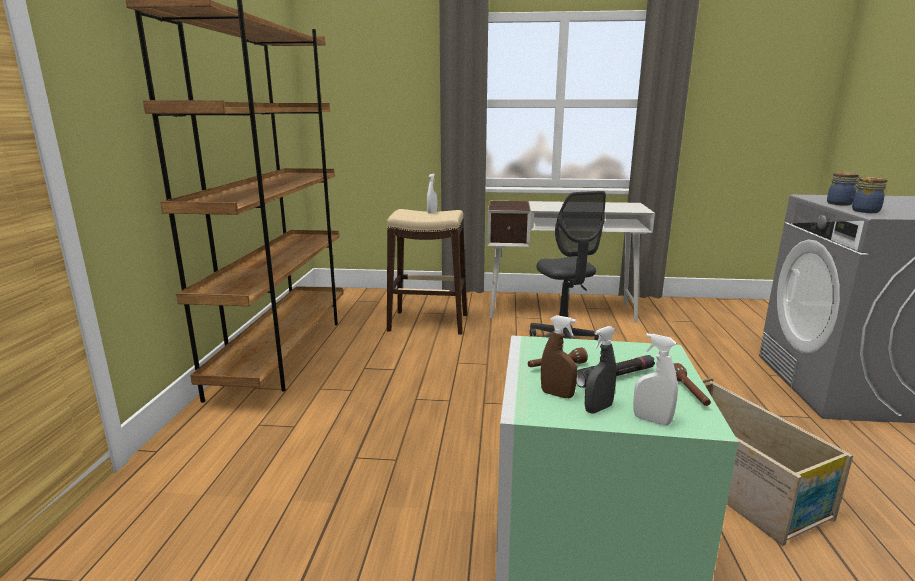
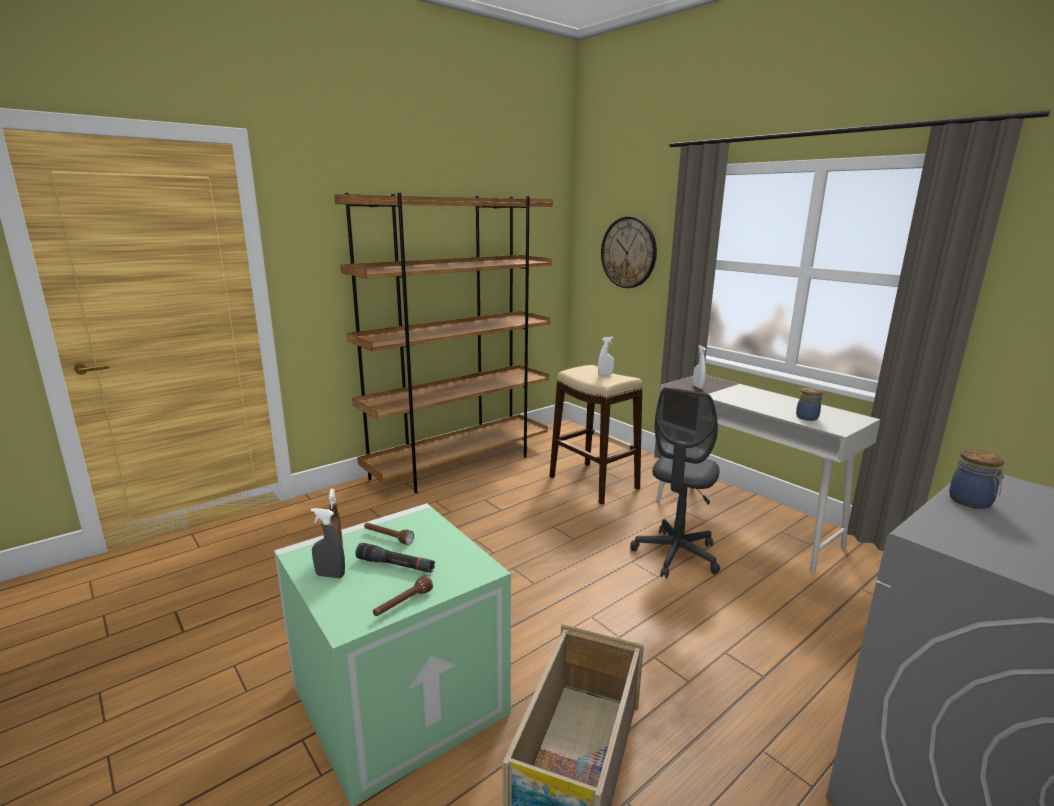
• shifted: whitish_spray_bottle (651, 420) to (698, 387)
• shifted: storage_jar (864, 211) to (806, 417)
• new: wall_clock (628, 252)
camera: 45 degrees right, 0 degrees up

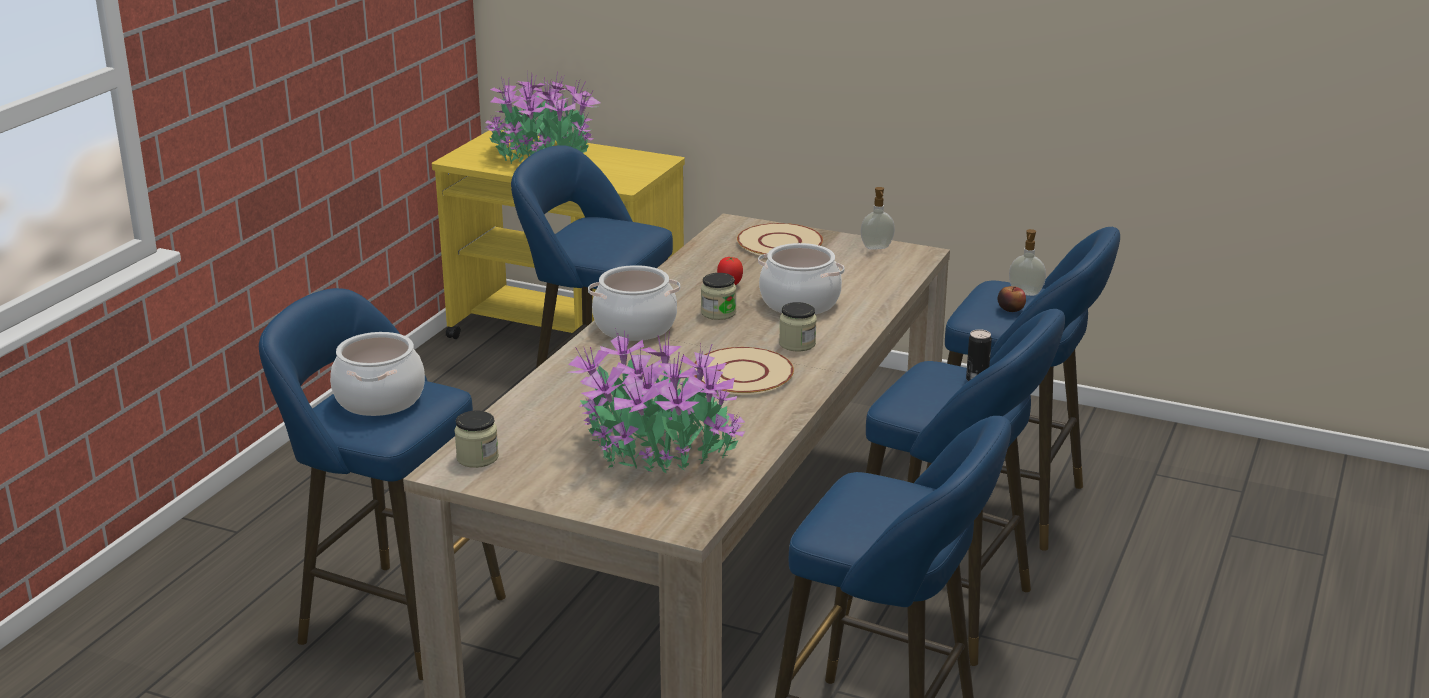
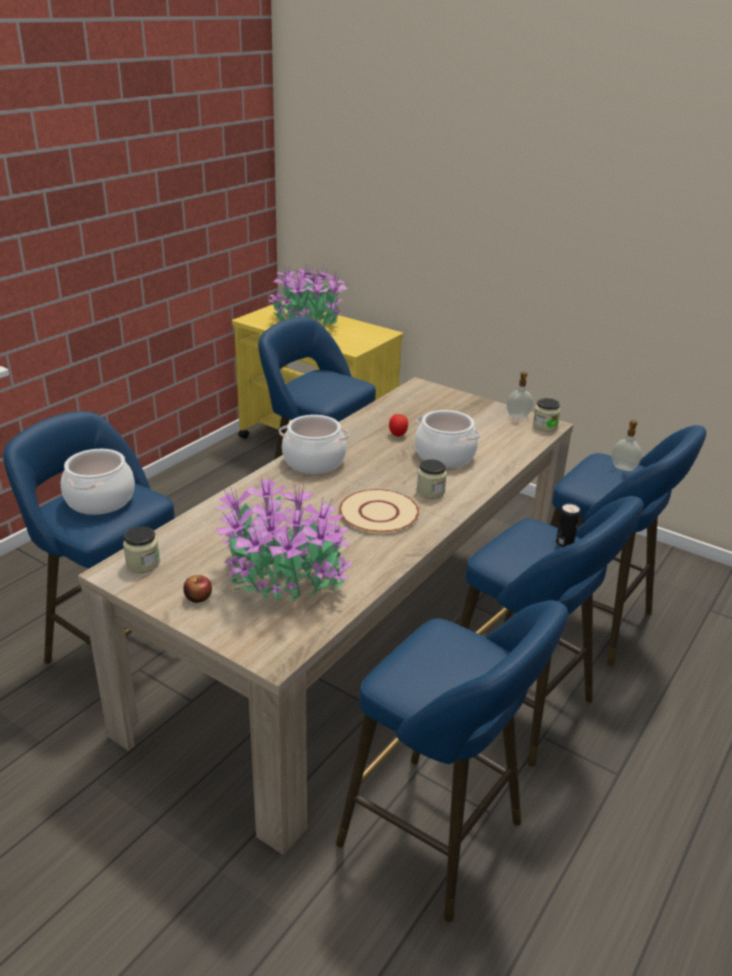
• shifted: storage_jar (718, 313) to (545, 426)
• gone: beige_flat_dish (779, 243)
• shifted: apple_fruit (1011, 309) to (198, 597)
camera: 10 degrees right, 5 degrees up

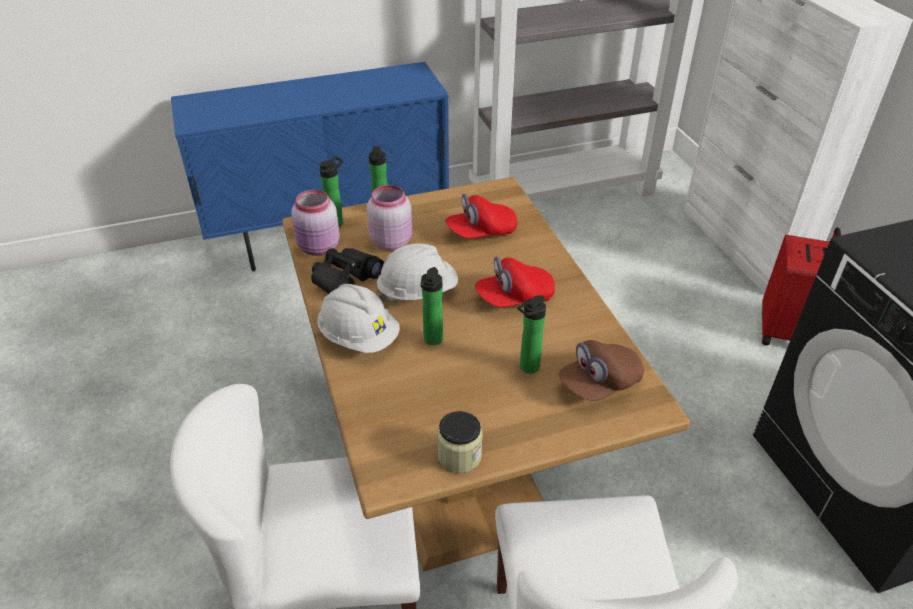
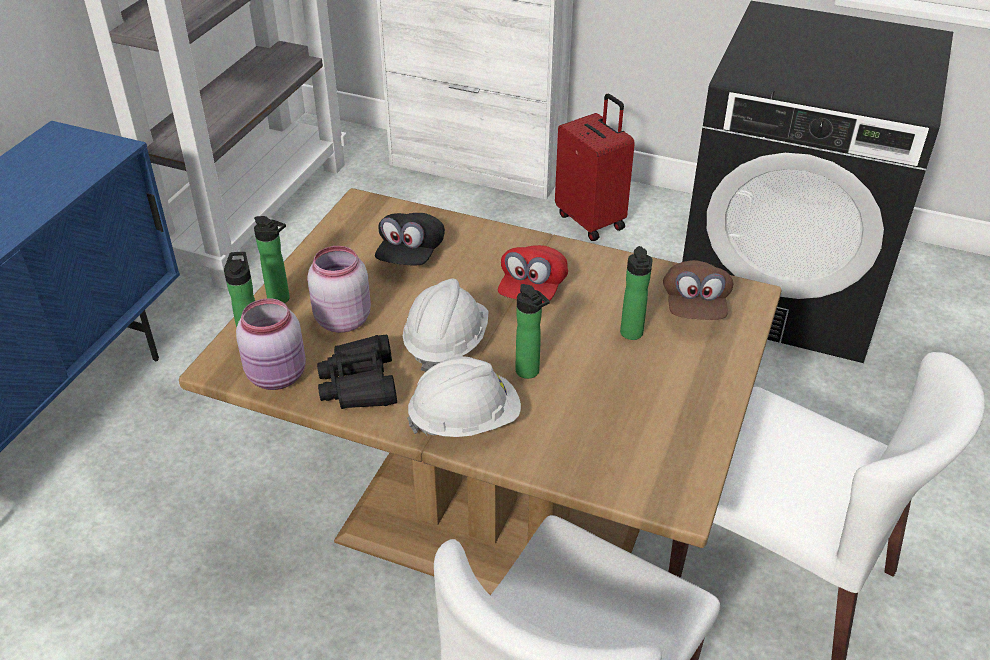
• gone: storage_jar (459, 456)
• repainted: reddish_baseball_cap (481, 232) to black_baseball_cap (410, 255)
camera: 50 degrees left, 0 degrees up

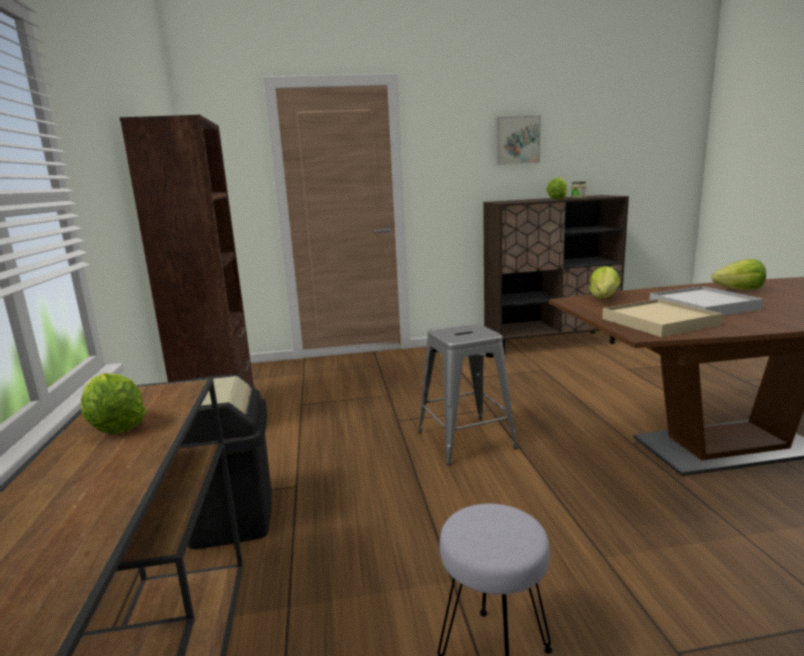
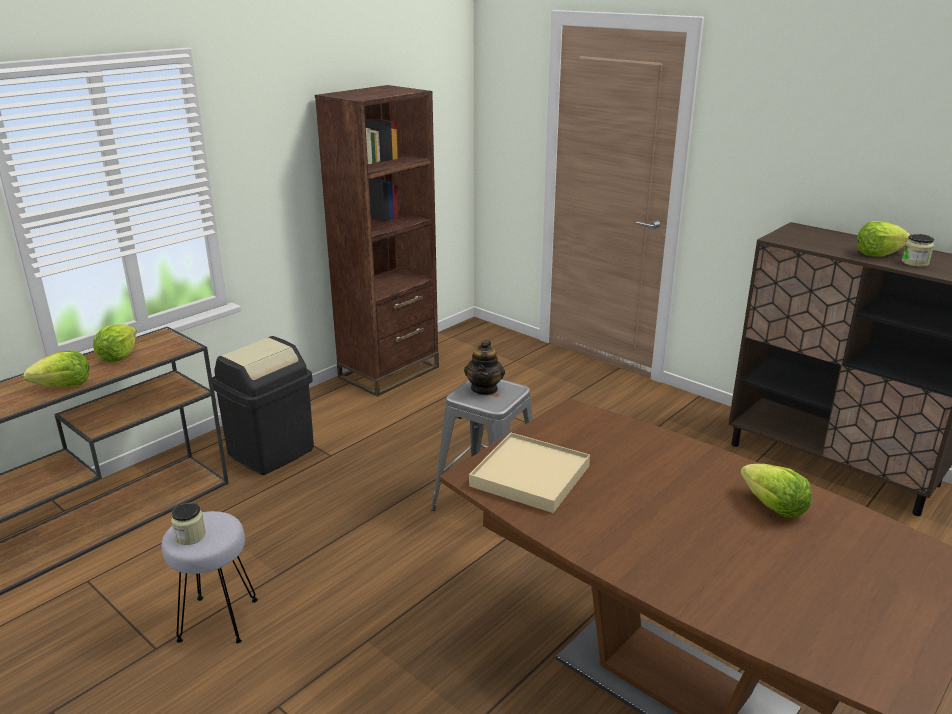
• gone: picture (517, 140)
• shifted: lettuce_head (603, 298) to (64, 386)
• gone: whitish_serving_tray (702, 306)
• new: storage_jar (190, 536)
• new: tea_pot (484, 389)
camera: 50 degrees right, 10 degrees up

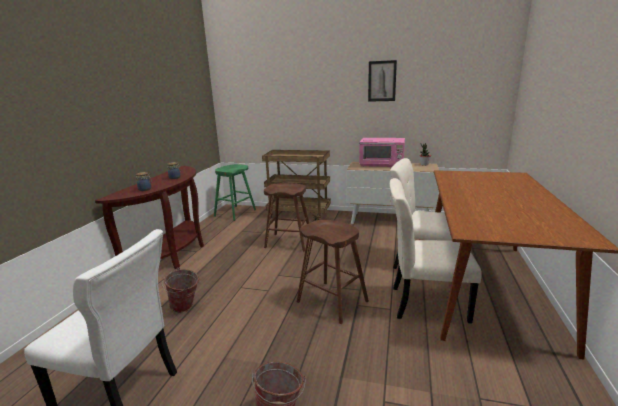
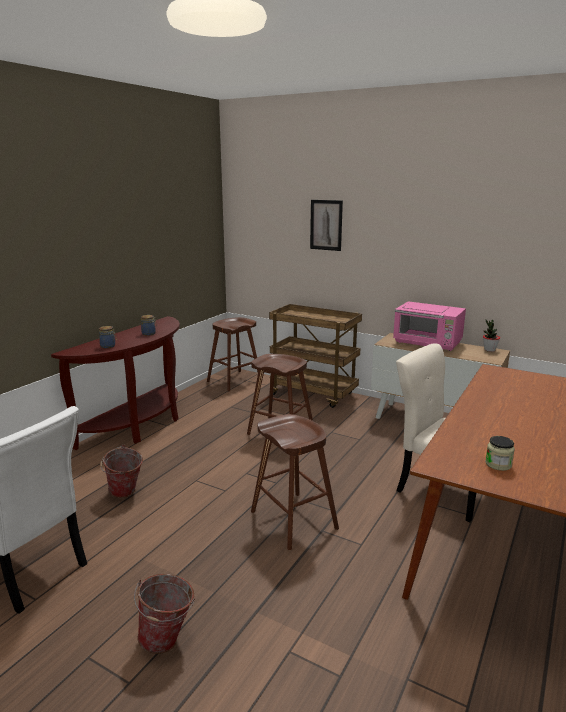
• repainted: green-coloured_stool_seat (235, 213) to brownish_stool_seat (234, 381)
• shifted: picture (382, 81) to (326, 225)
• gone: beige_chair (425, 303)
• new: storage_jar (498, 464)
camera: 15 degrees right, 0 degrees up

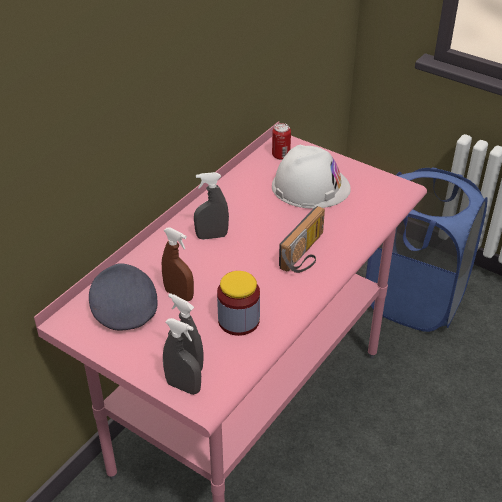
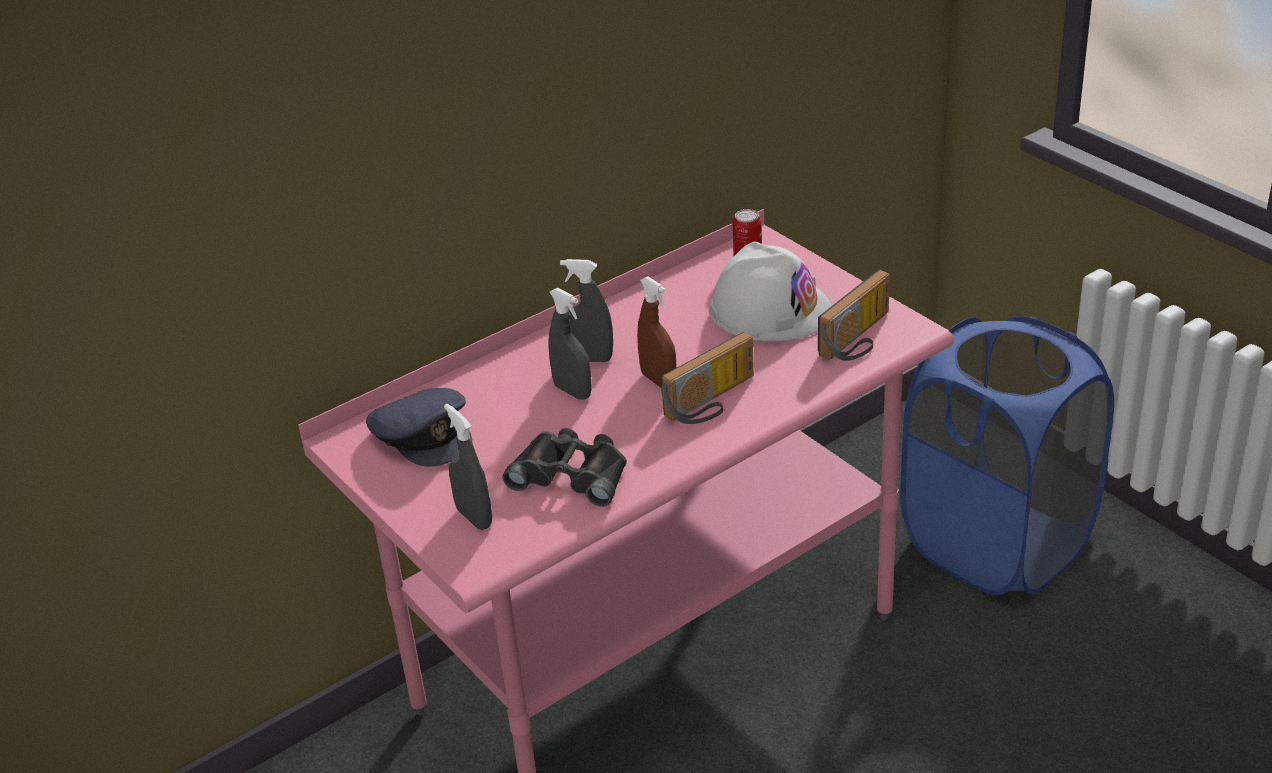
• rotated: grey_baseball_cap (124, 308) = (424, 435) 135 degrees clockwise
• shifted: brownish_spray_bottle (179, 294) to (658, 380)
• shifted: grey_spray_bottle (183, 387) to (572, 391)
• swapped: storage_jar (238, 320) to black_pair_of_binoculars (571, 474)
• new: radio_set (860, 339)
camera: 20 degrees right, 5 degrees down

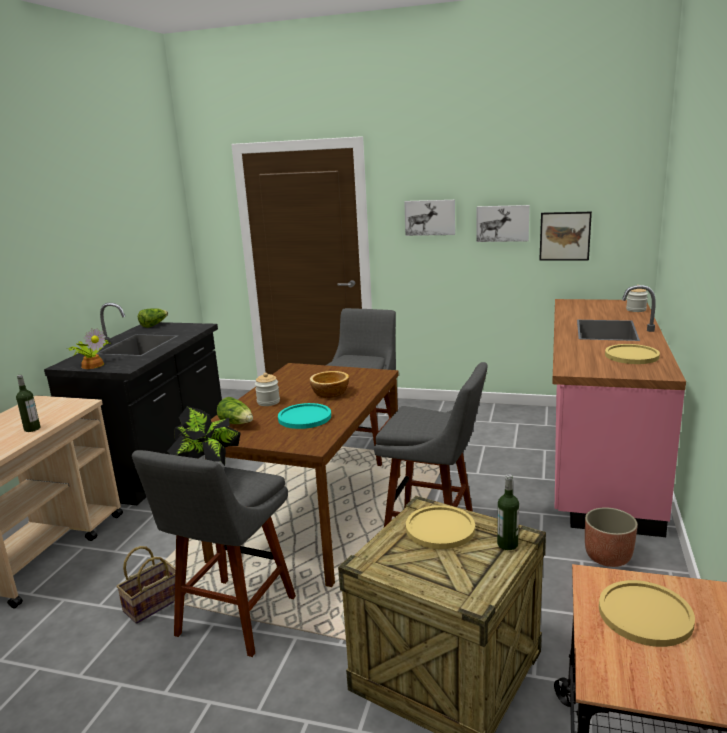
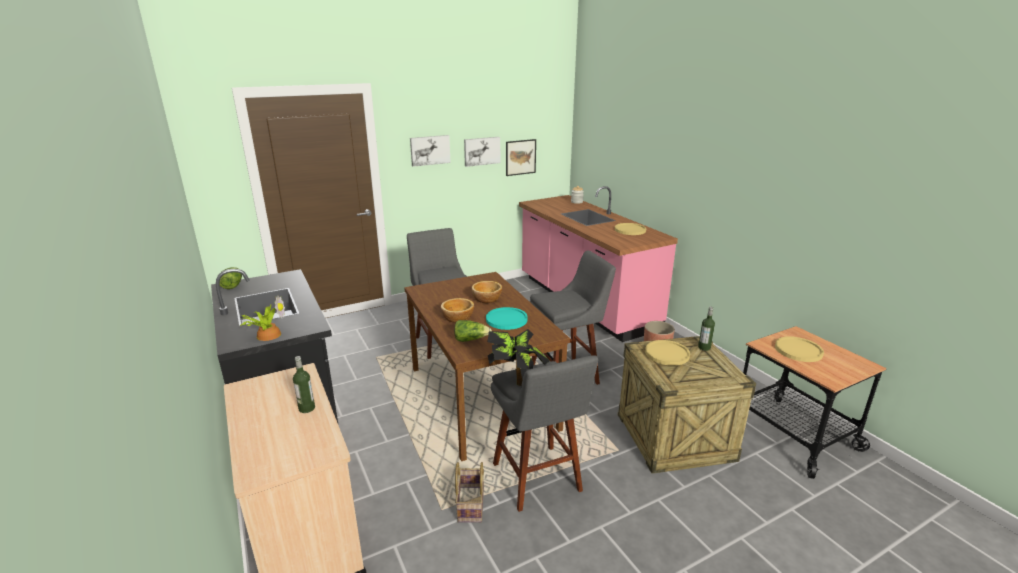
• swapped: storage_jar (268, 402) to deep_dish (457, 318)
camera: 45 degrees left, 5 degrees up

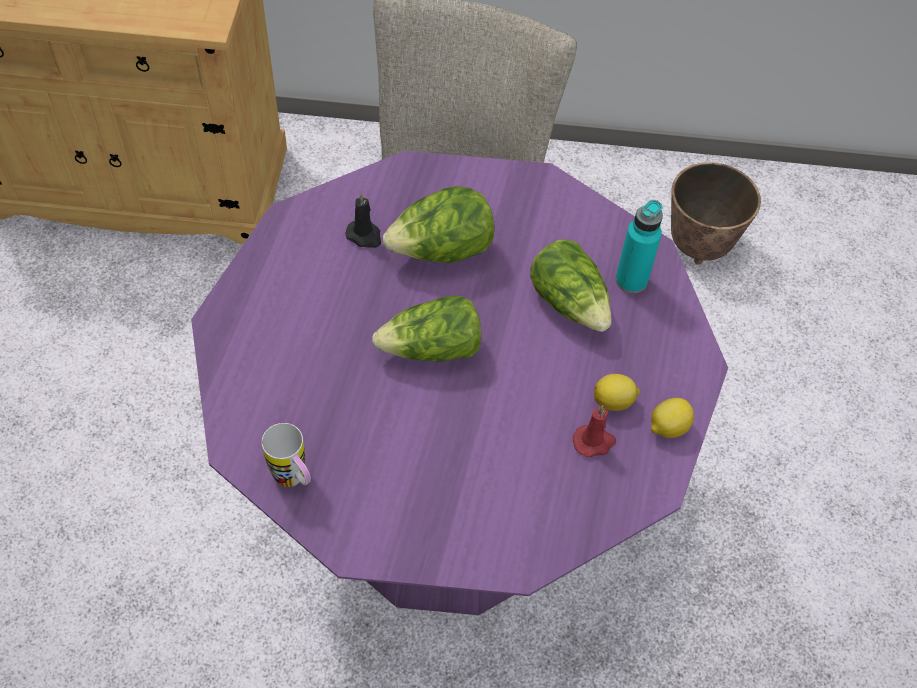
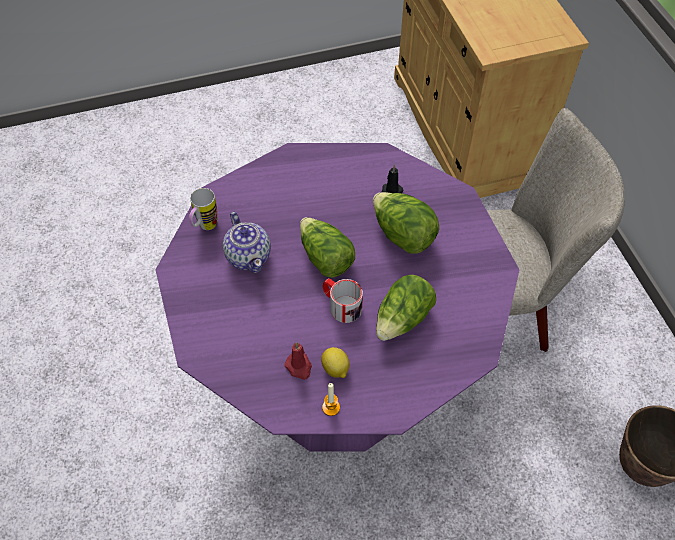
• gone: blue-green_bottle (631, 280)
• swapped: whole_lemon (667, 427) to candle (331, 407)
• new: tea_pot (248, 256)
• new: mug (341, 305)
camera: 70 degrees right, 0 degrees up

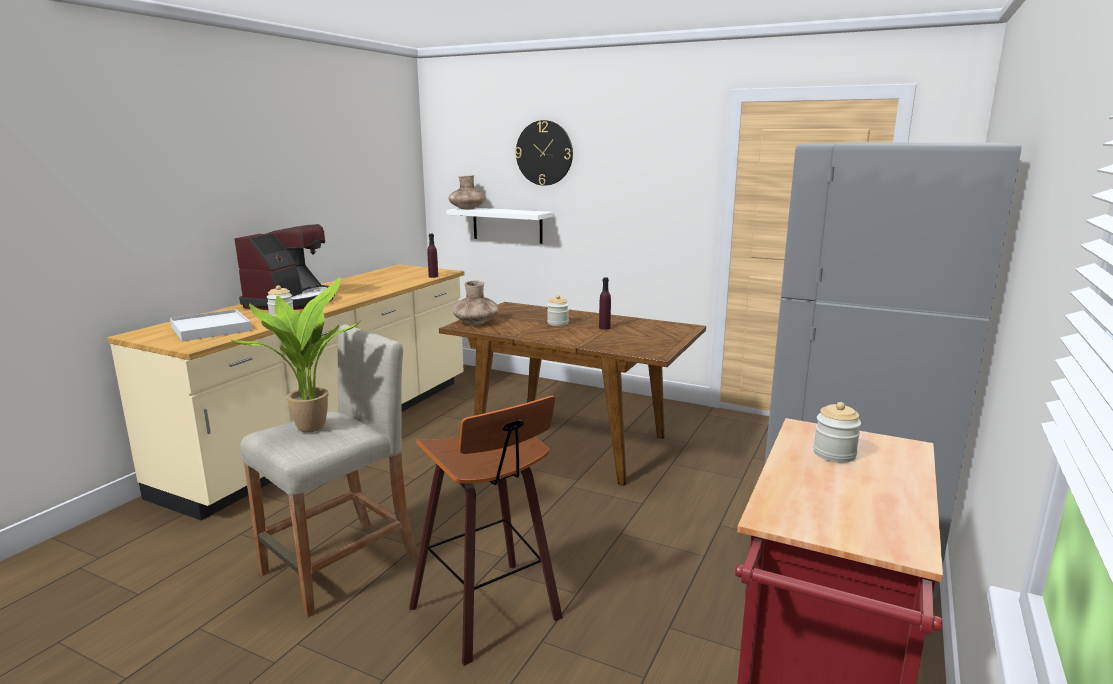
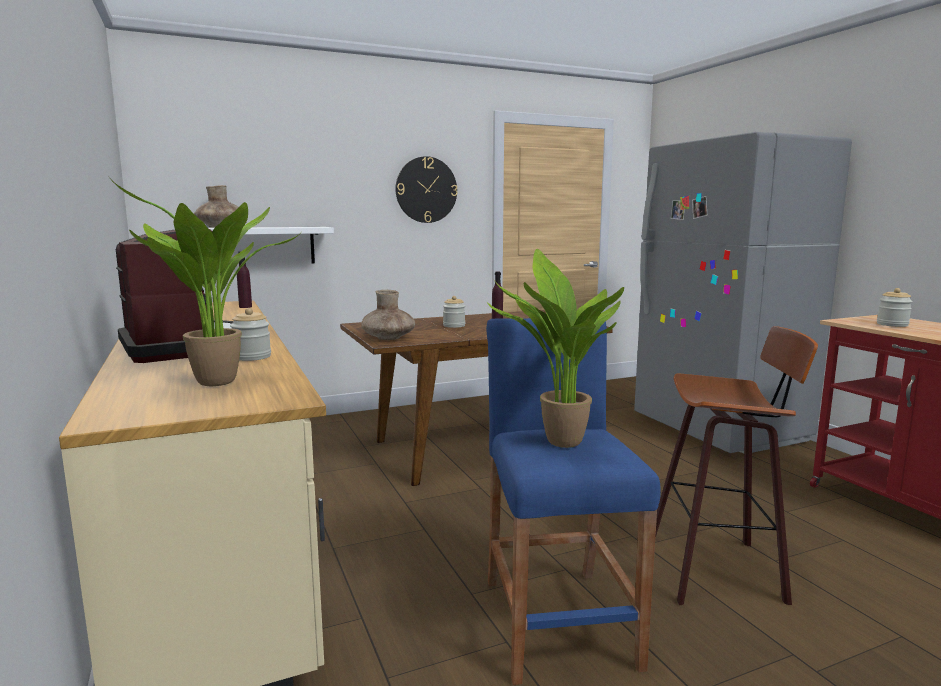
• swapped: whitish_serving_tray (211, 329) to plant_in_a_pot (215, 384)
• repainted: beige_stool_seat (341, 566) to blue_stool_seat (558, 621)
• shifted: wall_clock (544, 153) to (426, 190)
camera: 50 degrees left, 5 degrees down

